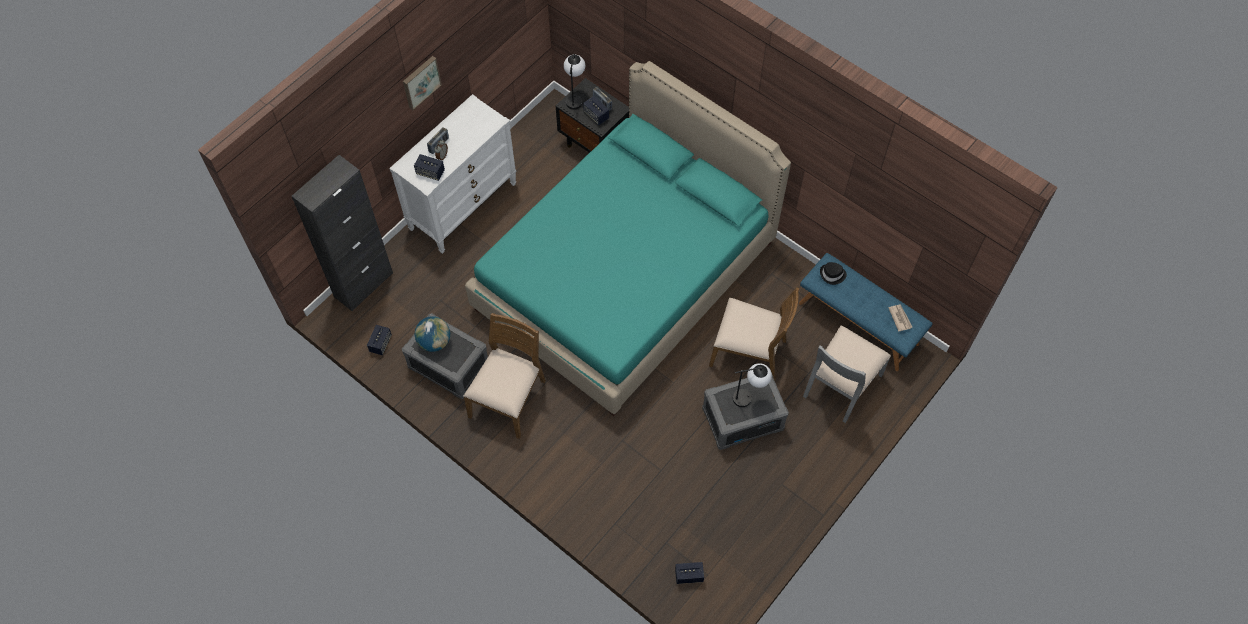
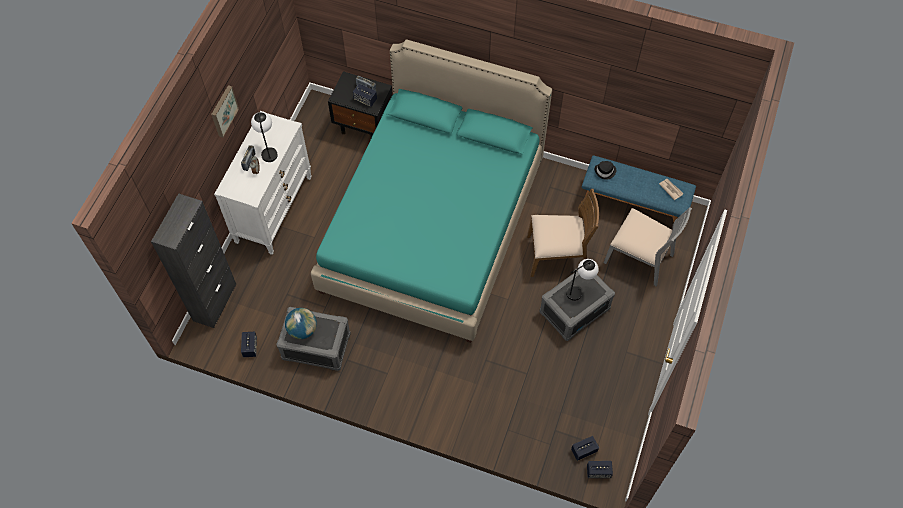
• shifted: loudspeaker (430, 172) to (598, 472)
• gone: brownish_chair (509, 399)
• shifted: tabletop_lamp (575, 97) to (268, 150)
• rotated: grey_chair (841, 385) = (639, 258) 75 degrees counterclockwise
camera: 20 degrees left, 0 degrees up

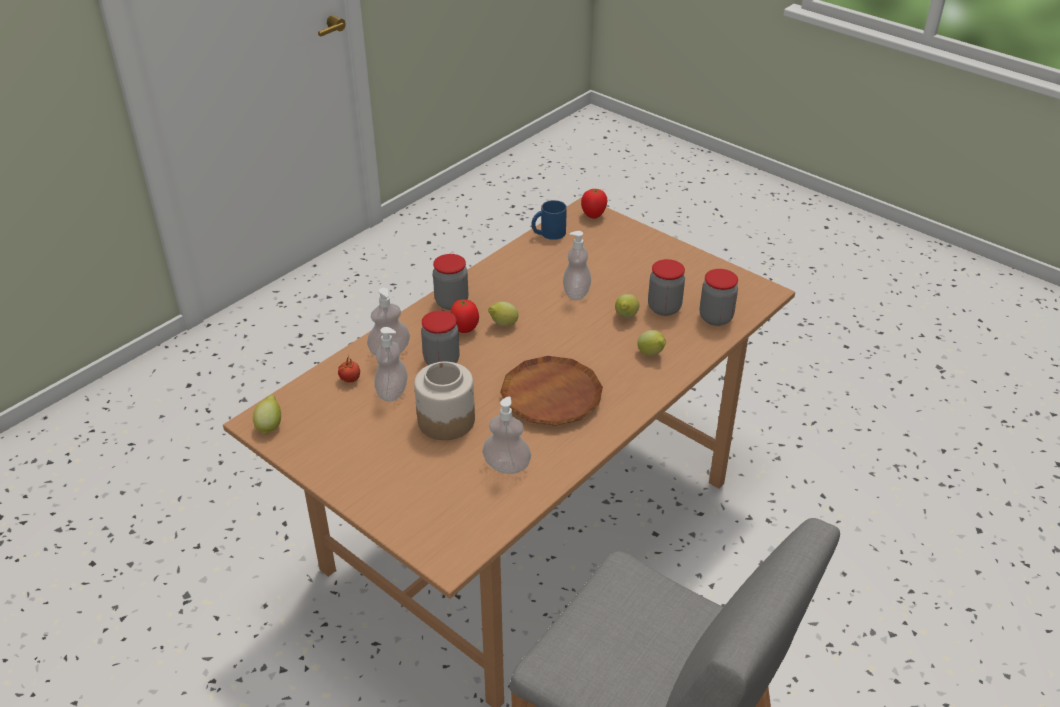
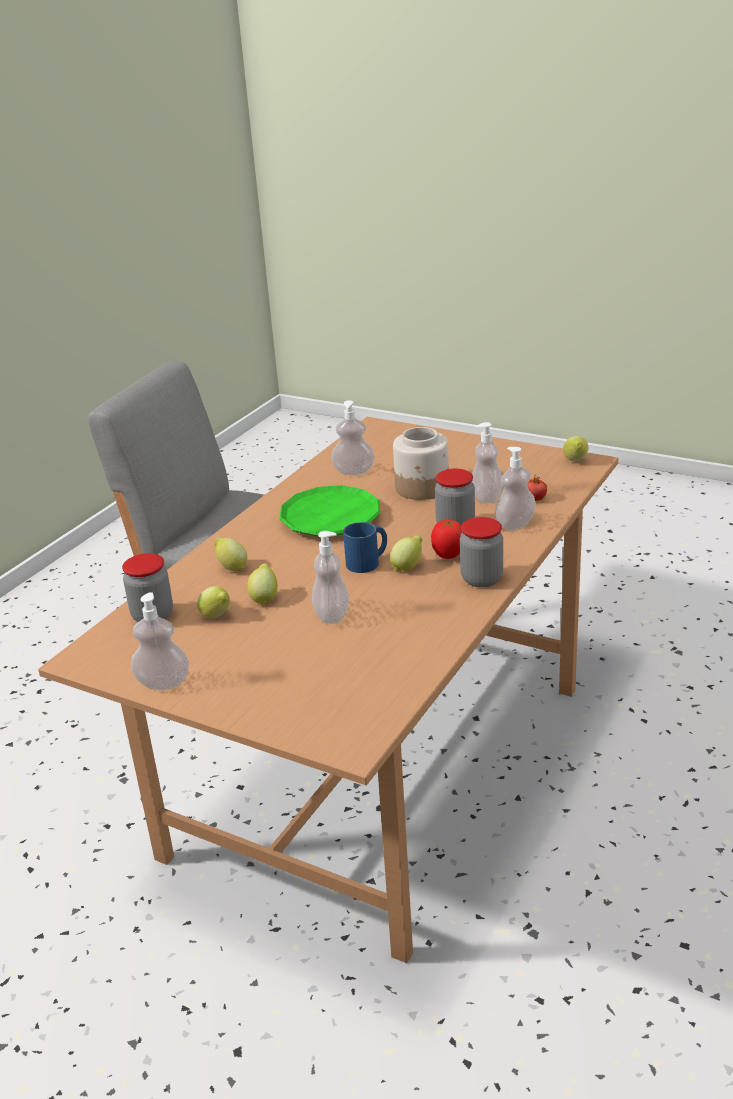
• repainted: brownish_flat_dish (551, 396) to green-coloured_flat_dish (330, 518)
• shifted: blue_mug (548, 233) to (368, 562)
• gone: tomato (593, 216)
• swapped: storage_jar (664, 308) to whole_lemon (217, 616)
• new: soap_dispenser (163, 683)
camera: 170 degrees right, 10 degrees down

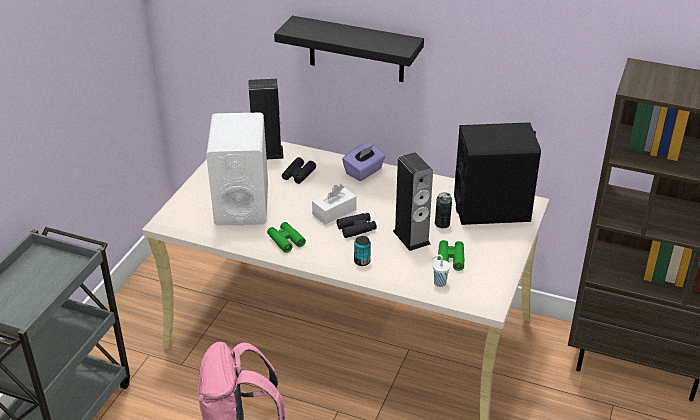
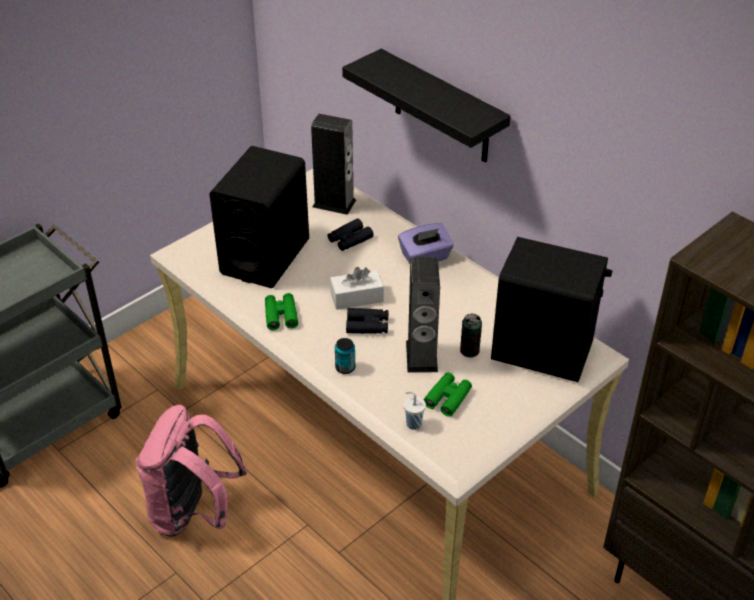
• repainted: whitish_loudspeaker (241, 204) to black_loudspeaker (265, 256)
camera: 25 degrees right, 5 degrees up

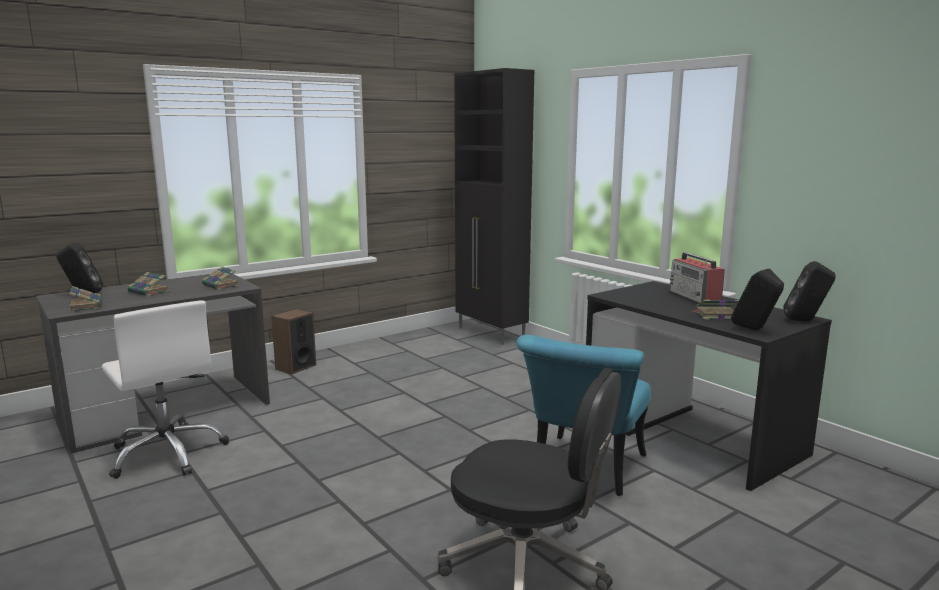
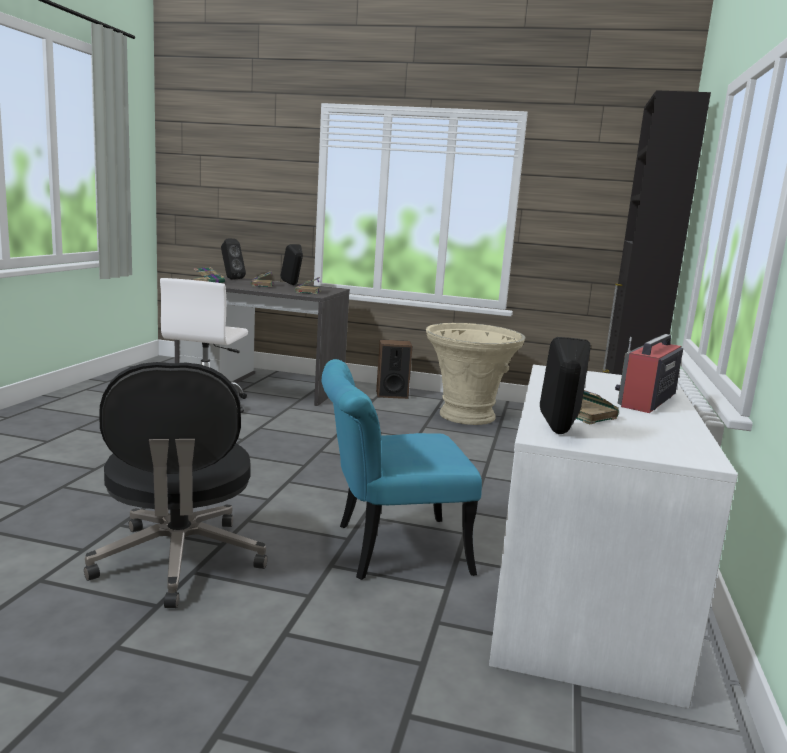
• repainted: black_desk_unit (691, 434) to whitish_desk_unit (584, 595)
• shifted: black_loudspeaker (806, 321) to (293, 285)
• new: beige_plant_pot (466, 416)
camera: 50 degrees right, 0 degrees up

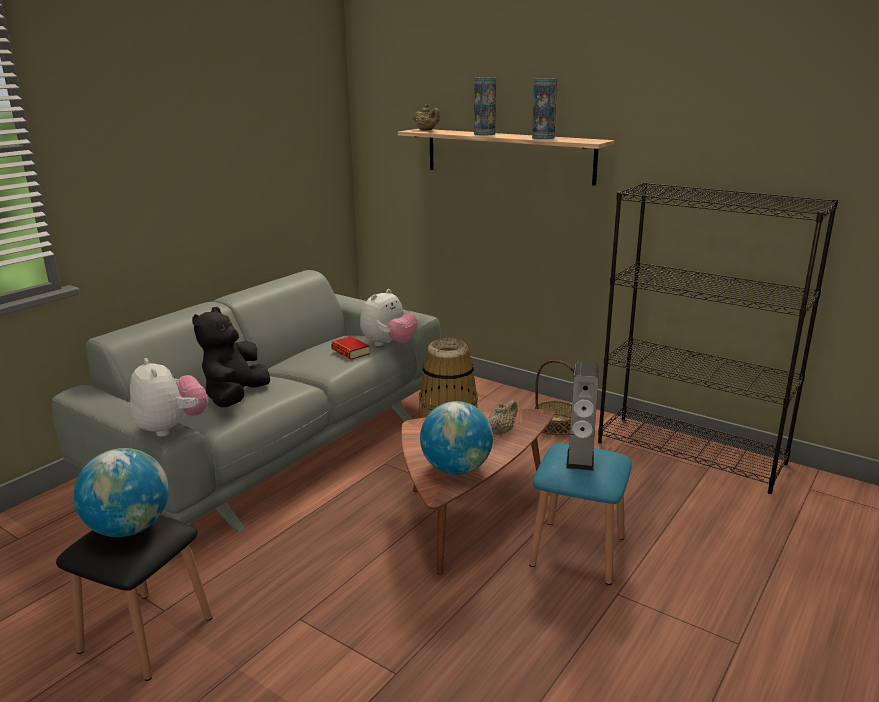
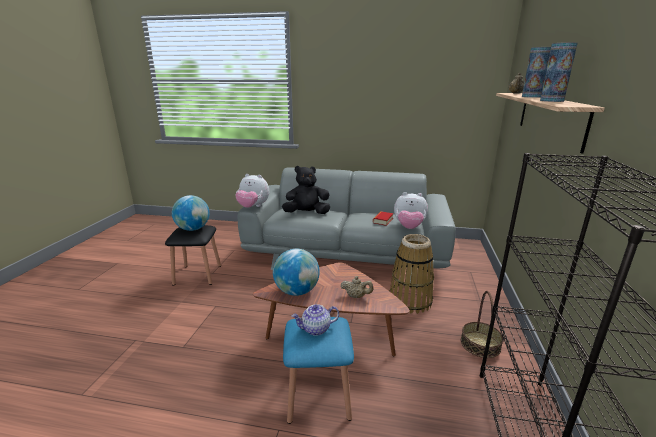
• rotated: cuddly_toy (171, 428) = (253, 207) 75 degrees clockwise
• swapped: loudspeaker (580, 459) to tea_pot (315, 329)
camera: 65 degrees right, 0 degrees up

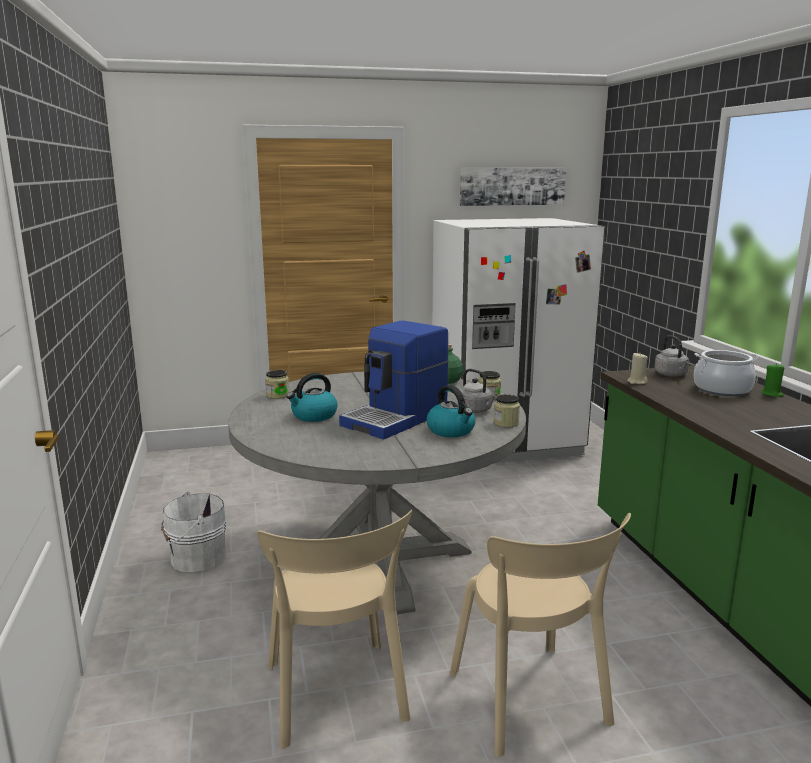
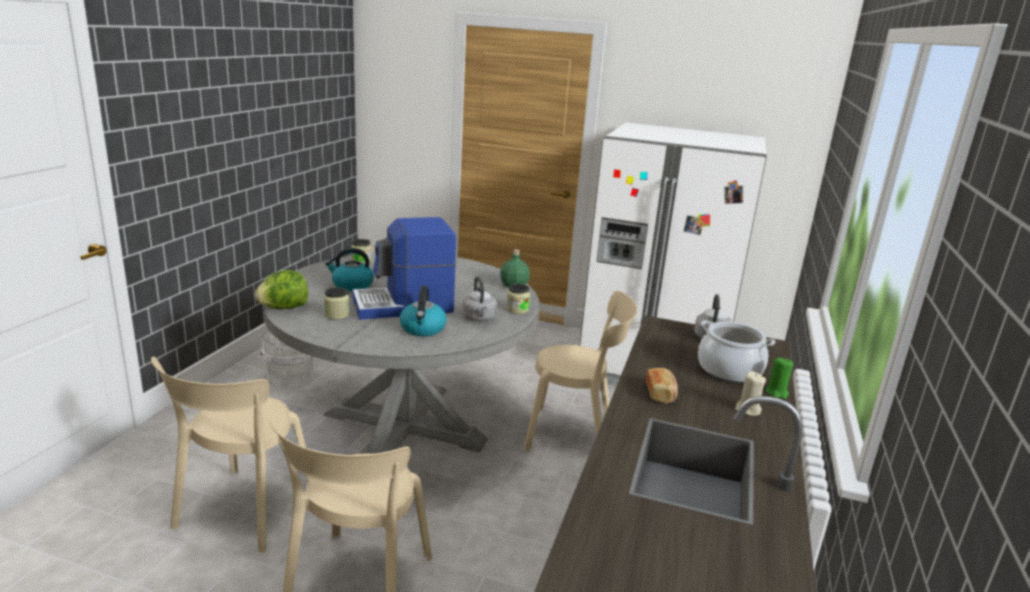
• gone: picture (512, 186)
• shifted: storage_jar (506, 423) to (337, 315)
• shifted: beige_candle (637, 382) to (747, 409)
• new: lettuce_head (284, 308)
• new: beige_chair (574, 435)
• new: baked_bread (660, 393)
camera: 30 degrees right, 5 degrees up

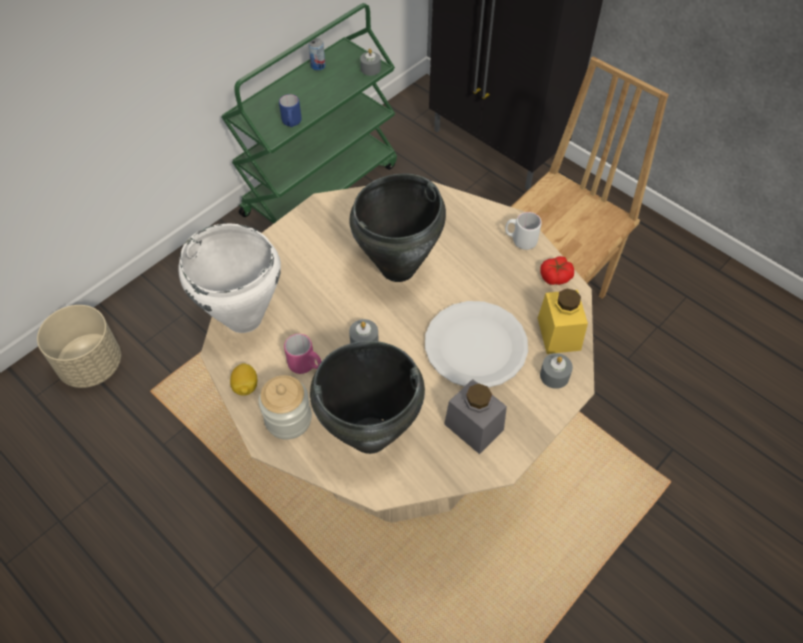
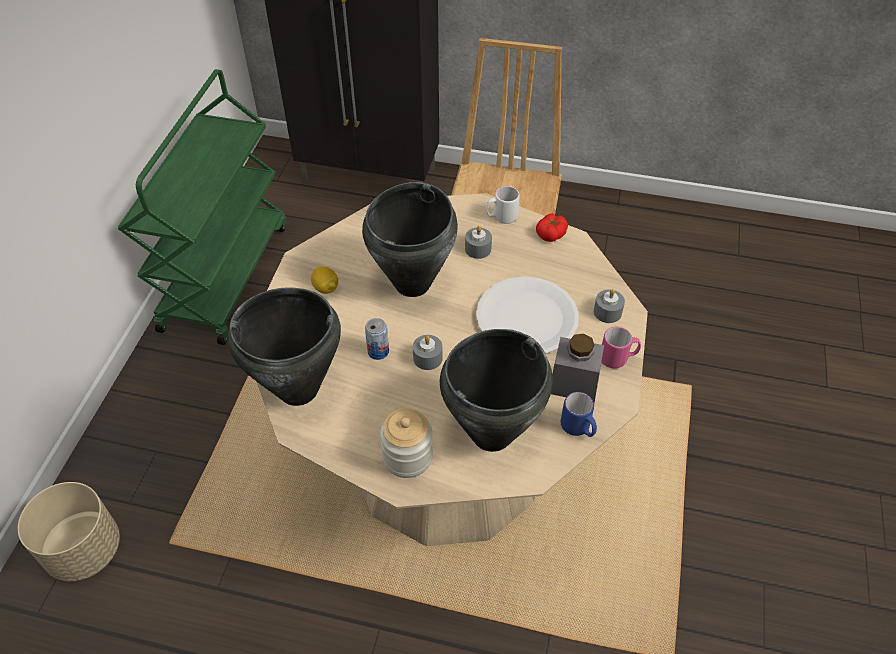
• repainted: whitish_cooking_pot (244, 319) to black_cooking_pot (299, 390)
• shifted: whole_lemon (245, 386) to (325, 288)
• shifted: blue_mug (291, 123) to (578, 428)
• shifted: pink_mug (306, 365) to (618, 358)
• shifted: can (318, 66) to (378, 351)
• shifted: grey_candle (370, 69) to (478, 249)
• gone: yellow_storage_jar (558, 334)
camera: 30 degrees left, 5 degrees down

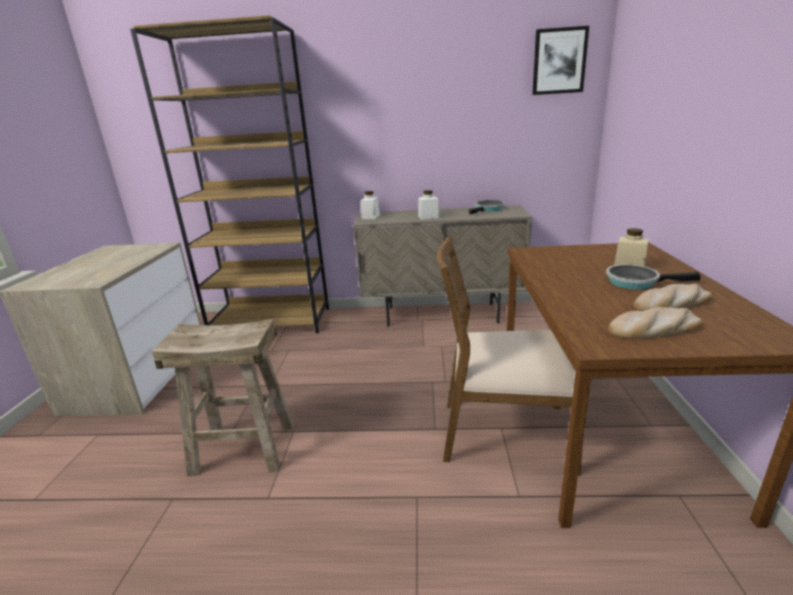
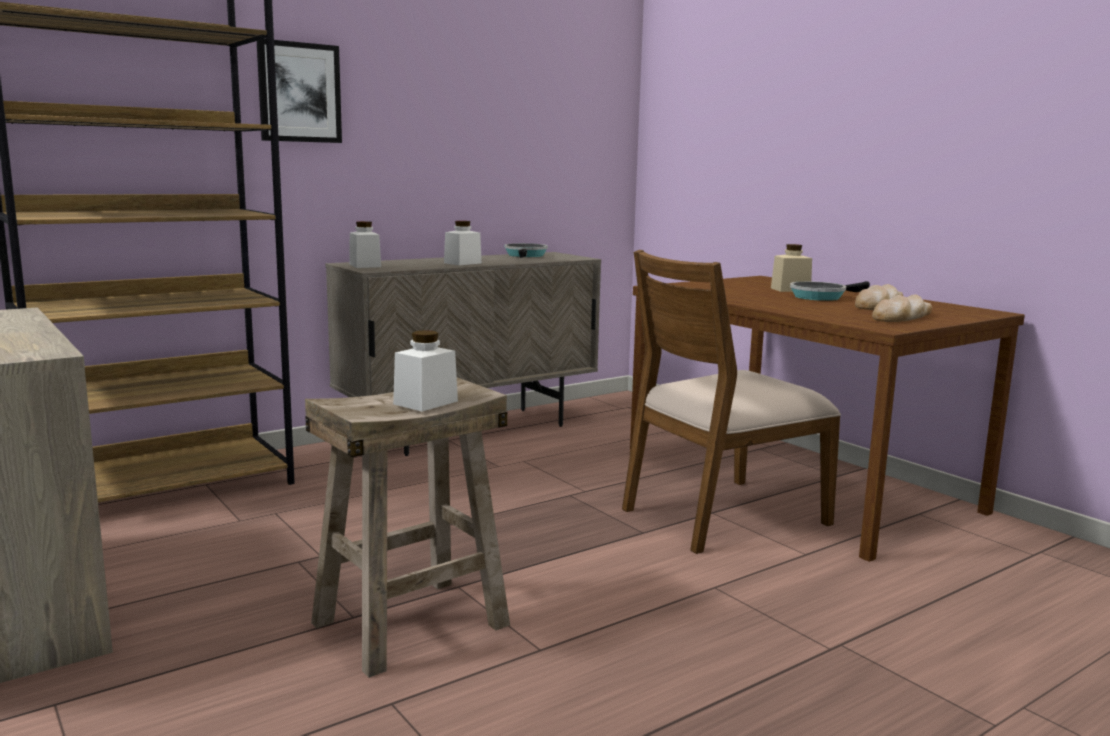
• shifted: picture (559, 61) to (299, 92)
• new: whitish_storage_jar (425, 402)
camera: 40 degrees left, 10 degrees down

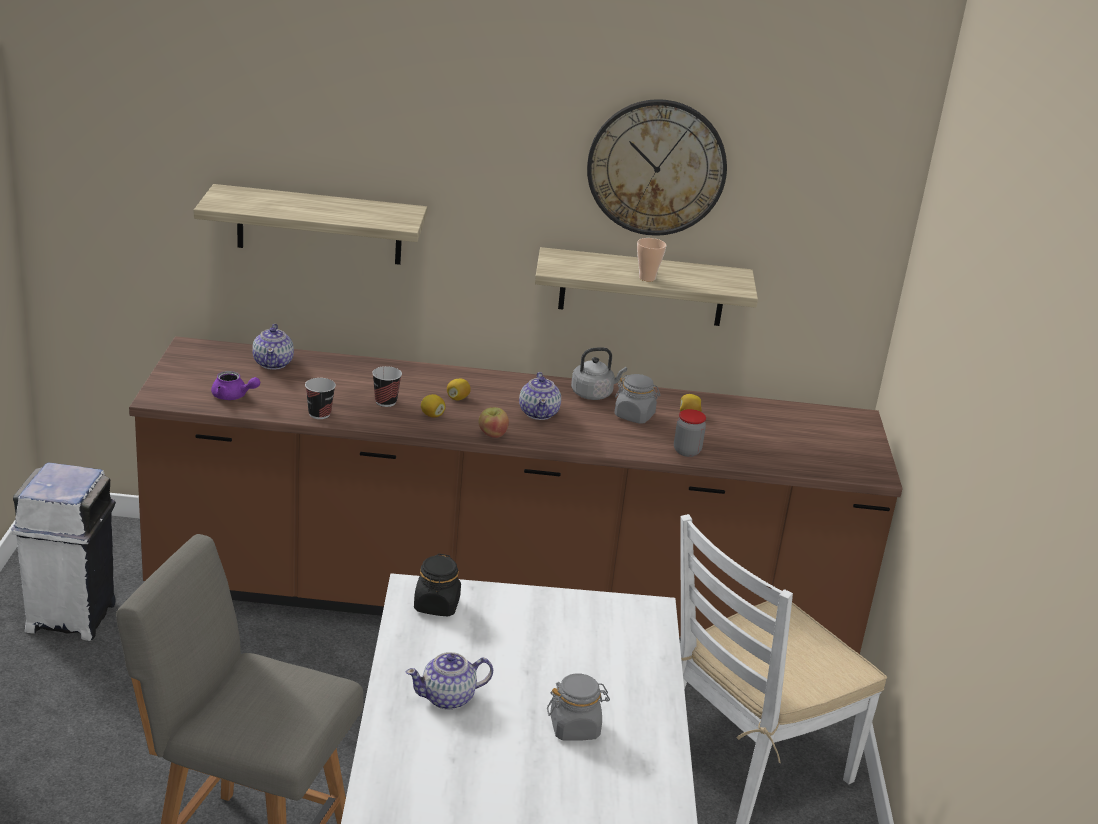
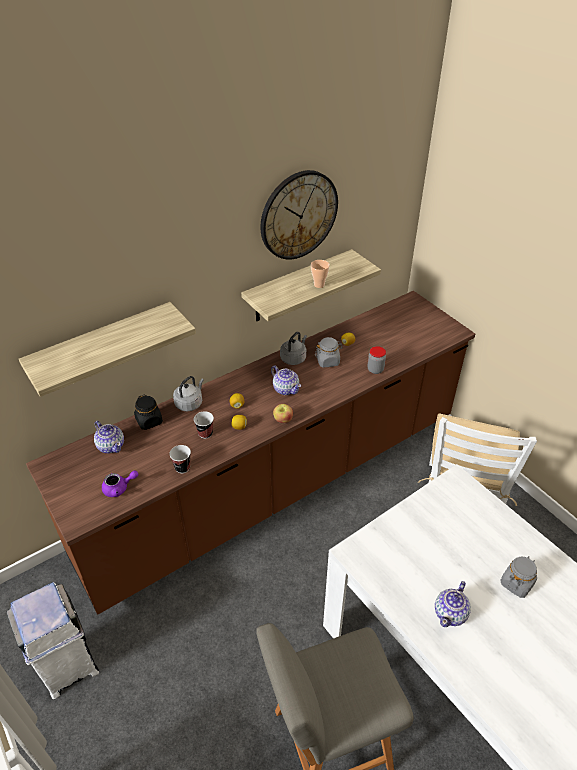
• shifted: black_storage_jar (436, 605) to (149, 421)
• new: grey_water_kettle (190, 403)
camera: 35 degrees left, 15 degrees up

